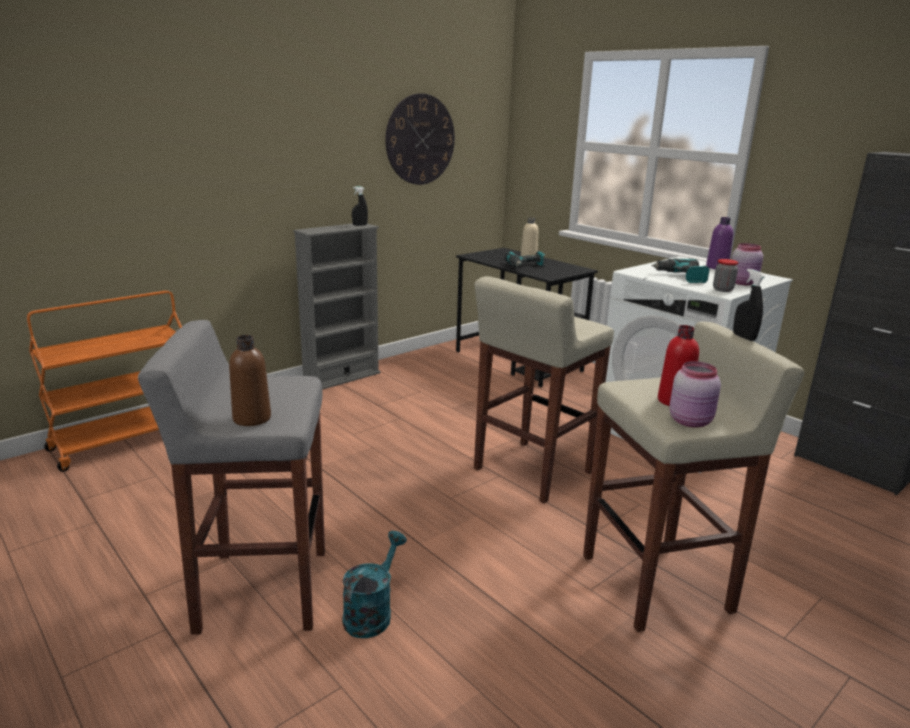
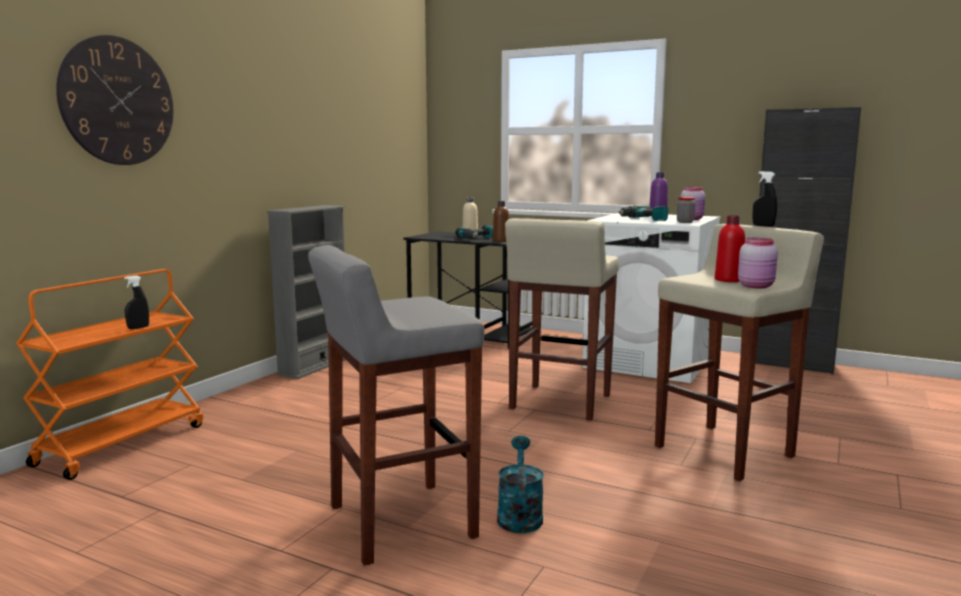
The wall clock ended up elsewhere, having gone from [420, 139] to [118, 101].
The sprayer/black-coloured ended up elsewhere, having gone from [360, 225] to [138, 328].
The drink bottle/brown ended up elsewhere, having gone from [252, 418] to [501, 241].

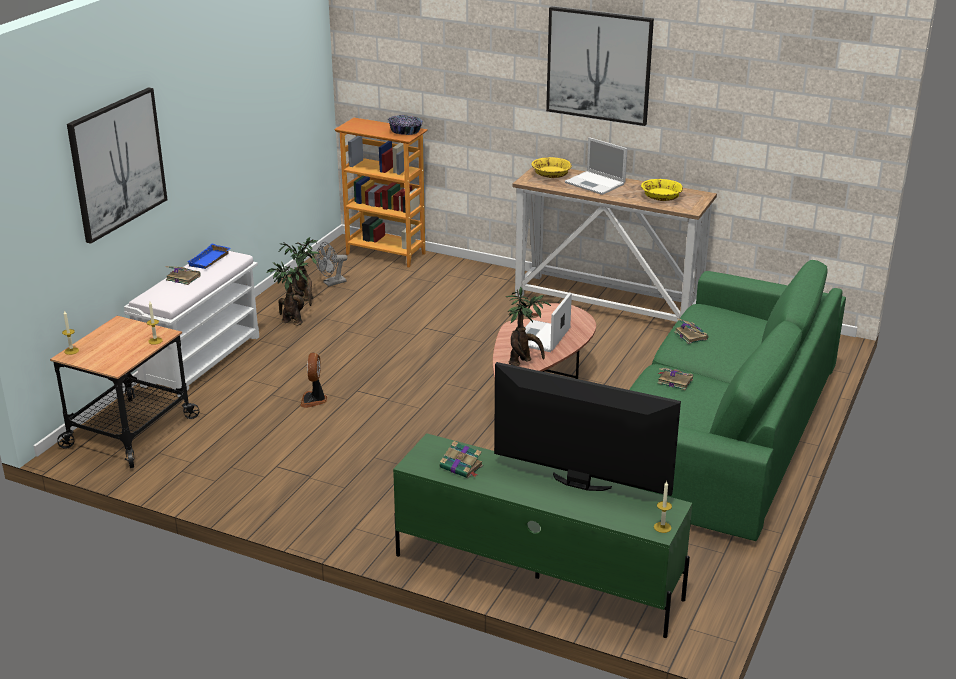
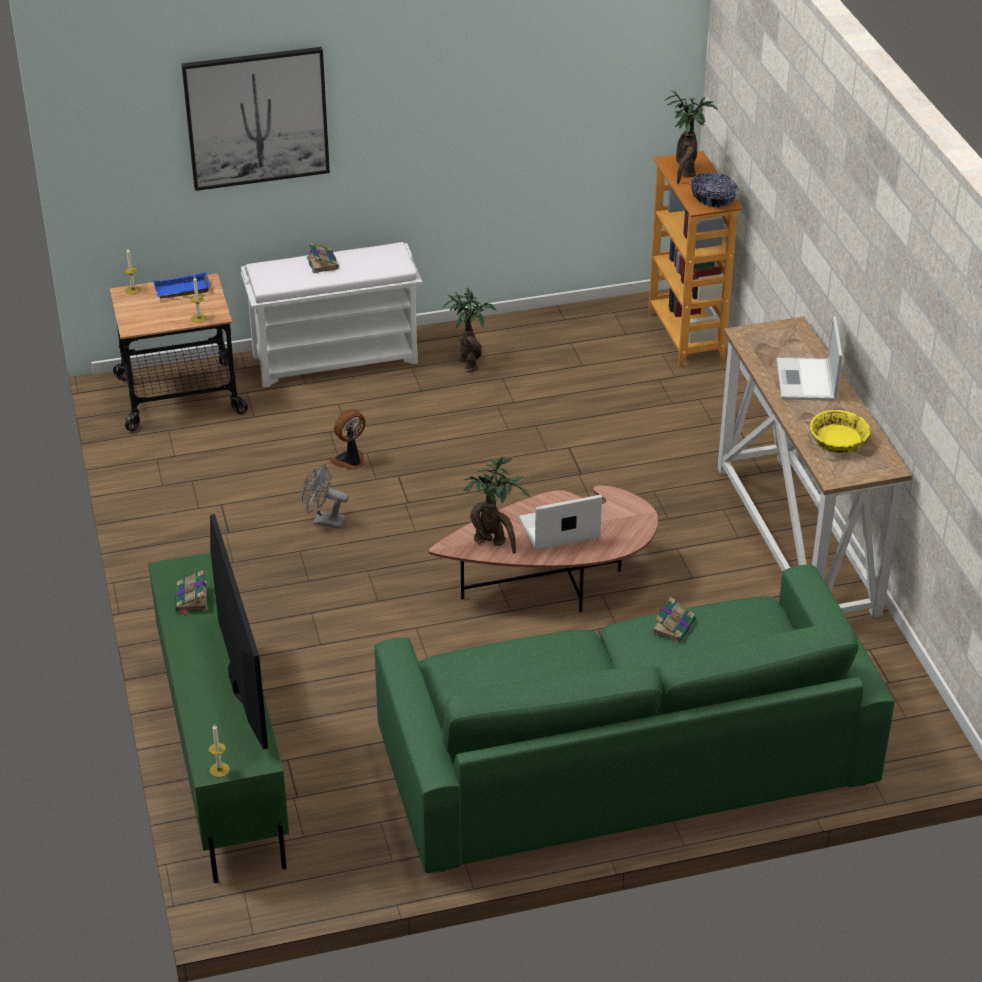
The tray/blue ended up elsewhere, having gone from [210, 260] to [182, 291].
The cooling fan/grey ended up elsewhere, having gone from [331, 283] to [324, 521].
The potted plant ended up elsewhere, having gone from [304, 299] to [685, 173].
The second view lost the deep dish/yellow at [551, 174].
The second view lost the wall picture at [599, 65].
The second view lost the book at [674, 381].

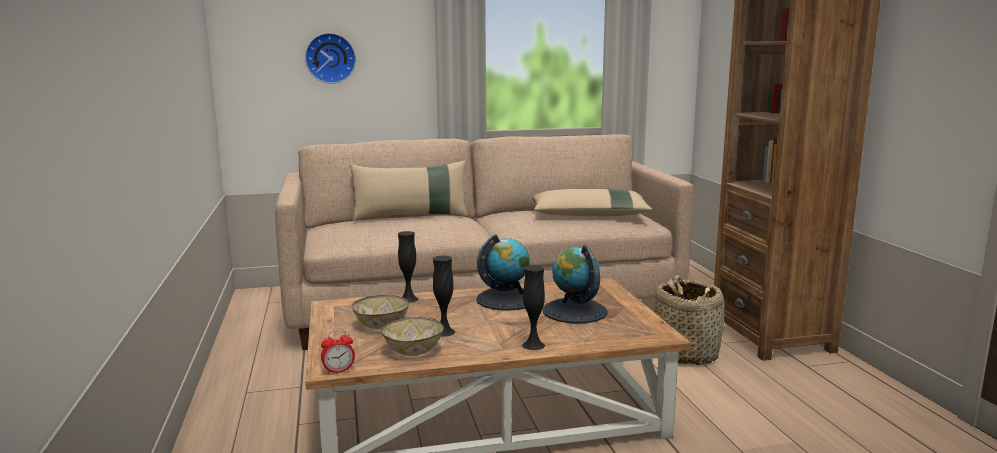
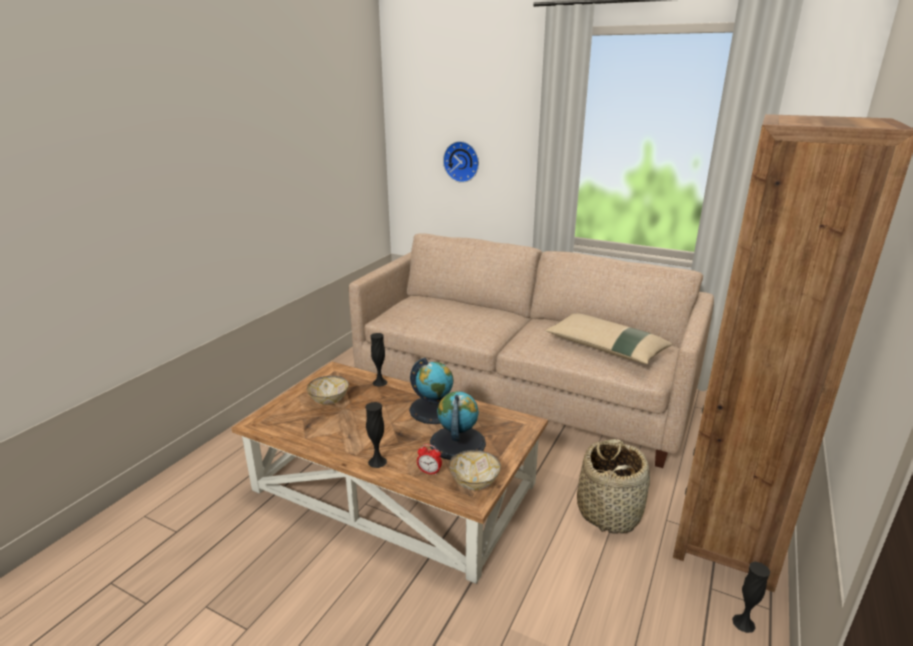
The alarm clock ended up elsewhere, having gone from [338, 371] to [429, 472].
The deep dish ended up elsewhere, having gone from [412, 351] to [474, 482].
The flower vase/black-coloured ended up elsewhere, having gone from [444, 332] to [743, 623].
The second view lost the cushion/sand-coloured at [411, 217].

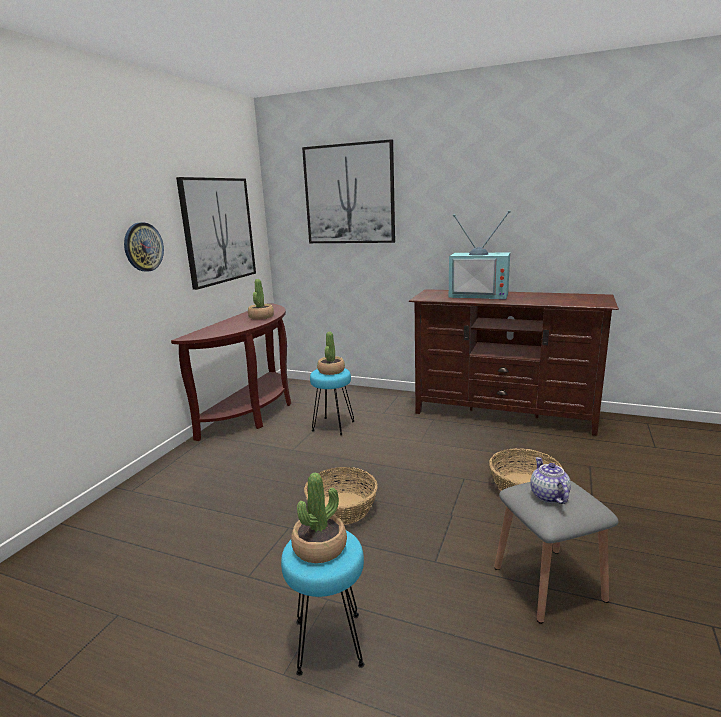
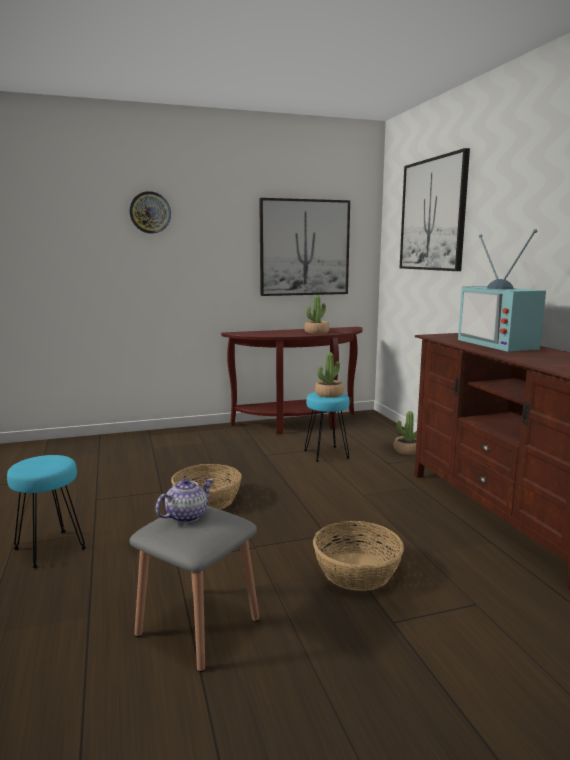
The wall clock ended up elsewhere, having gone from [143, 247] to [150, 212].
The potted plant ended up elsewhere, having gone from [320, 547] to [407, 451].

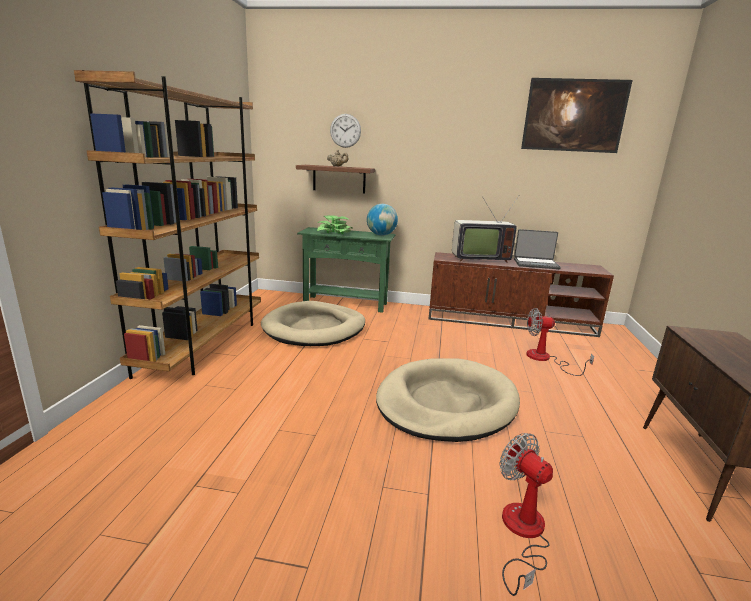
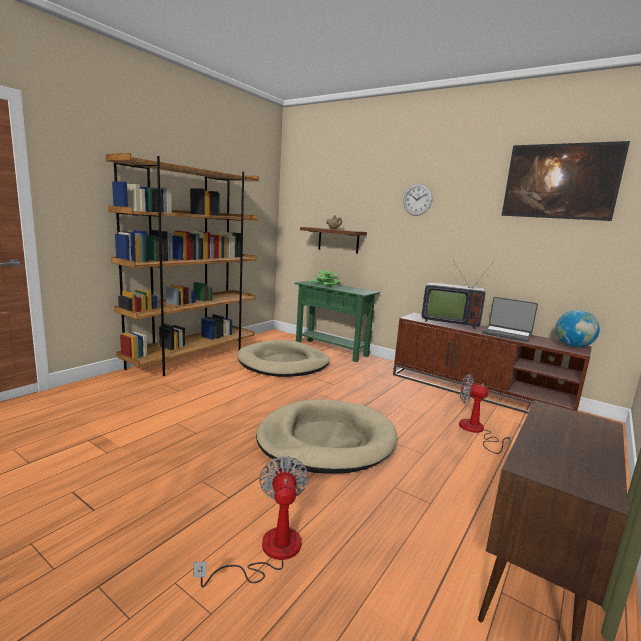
The wall clock ended up elsewhere, having gone from [345, 130] to [417, 200].
The desk globe ended up elsewhere, having gone from [381, 235] to [573, 346].

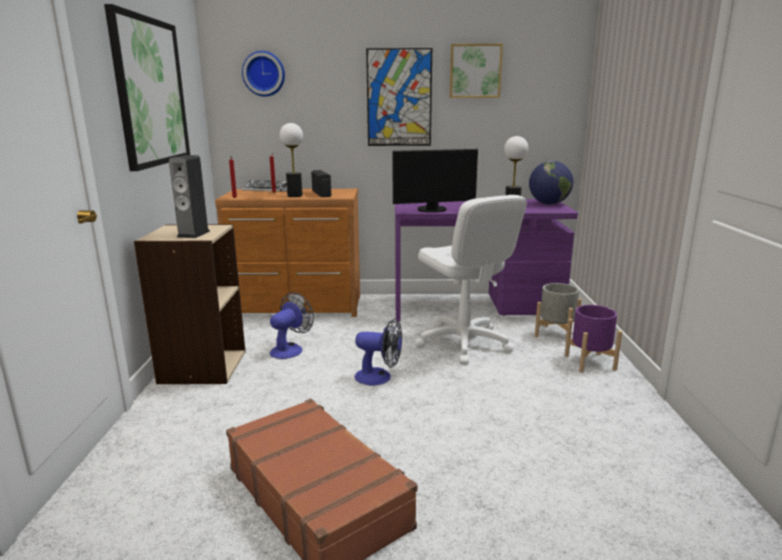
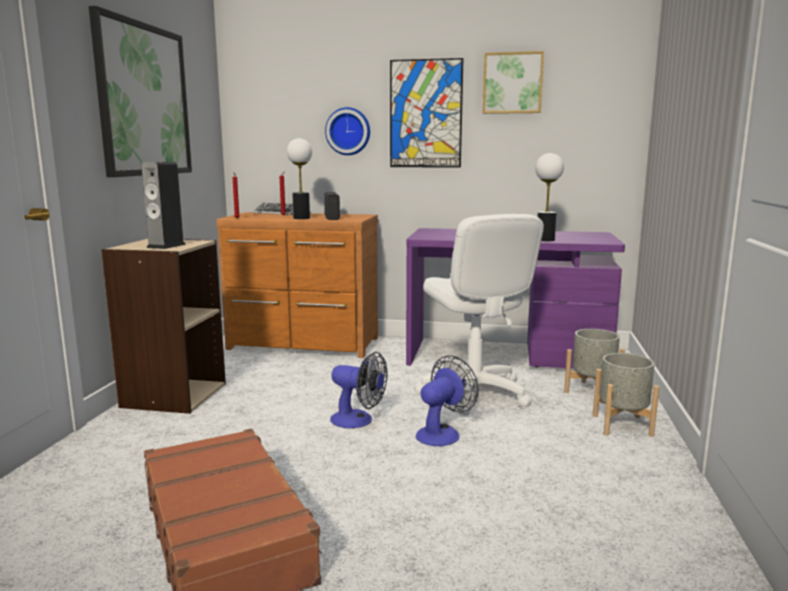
The wall clock ended up elsewhere, having gone from [264, 74] to [348, 131].
The cooling fan ended up elsewhere, having gone from [290, 349] to [442, 433].
What was the plant pot/purplish at [590, 362] turned into the plant pot/grey at [622, 425].
The second view lost the computer display at [433, 210].
The second view lost the desk globe at [549, 204].

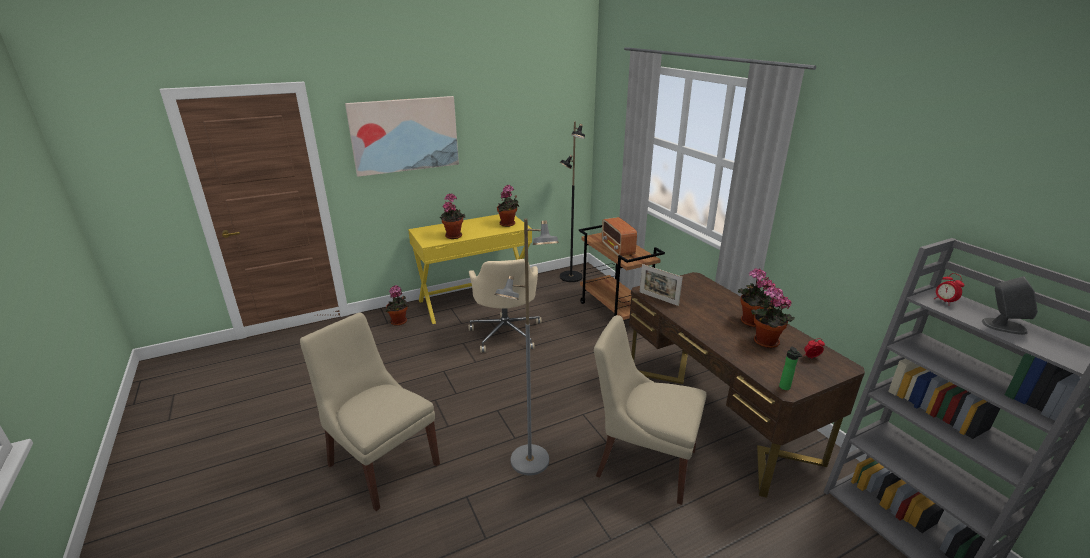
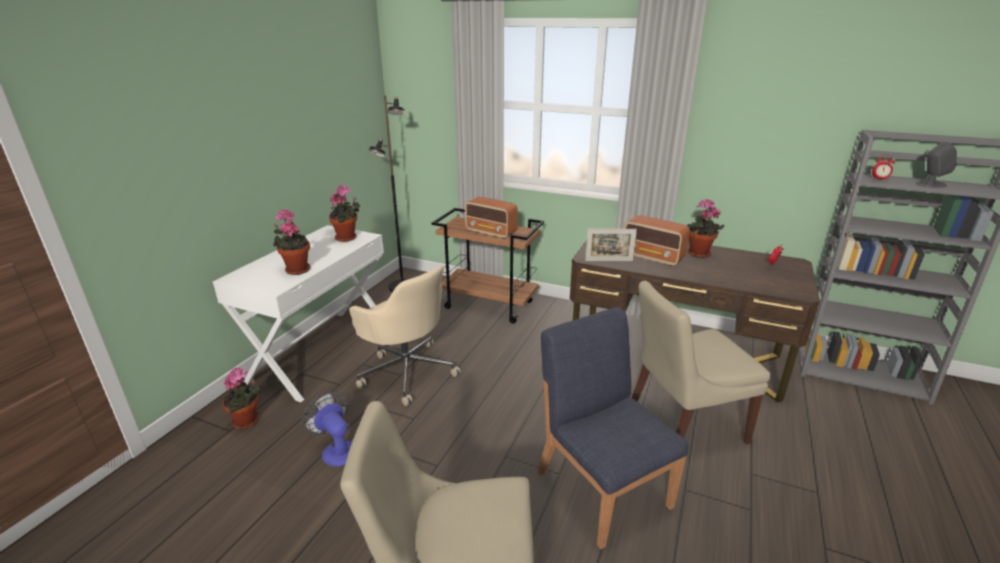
What was the desk table/yellow at [474, 300] turned into the desk table/whitish at [322, 351].
The second view gained the cooling fan at [336, 449].
Where the floor lamp/grey stood at [530, 461], the plain chair/blue came to stand at [602, 487].
The second view gained the radio at [653, 257].
The second view lost the wall picture at [405, 135].
The second view lost the potted plant at [764, 343].
The second view lost the drink bottle at [785, 388].

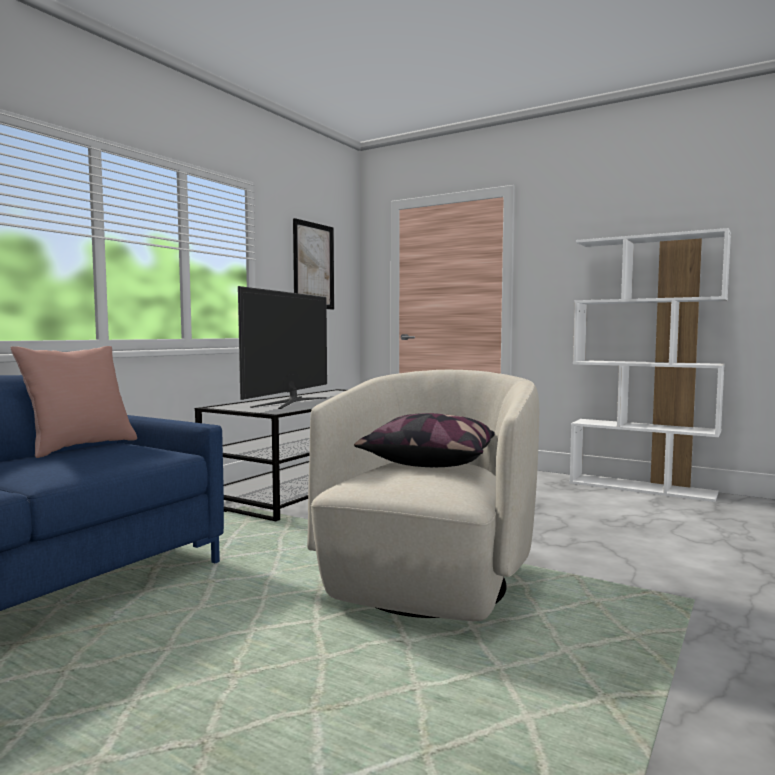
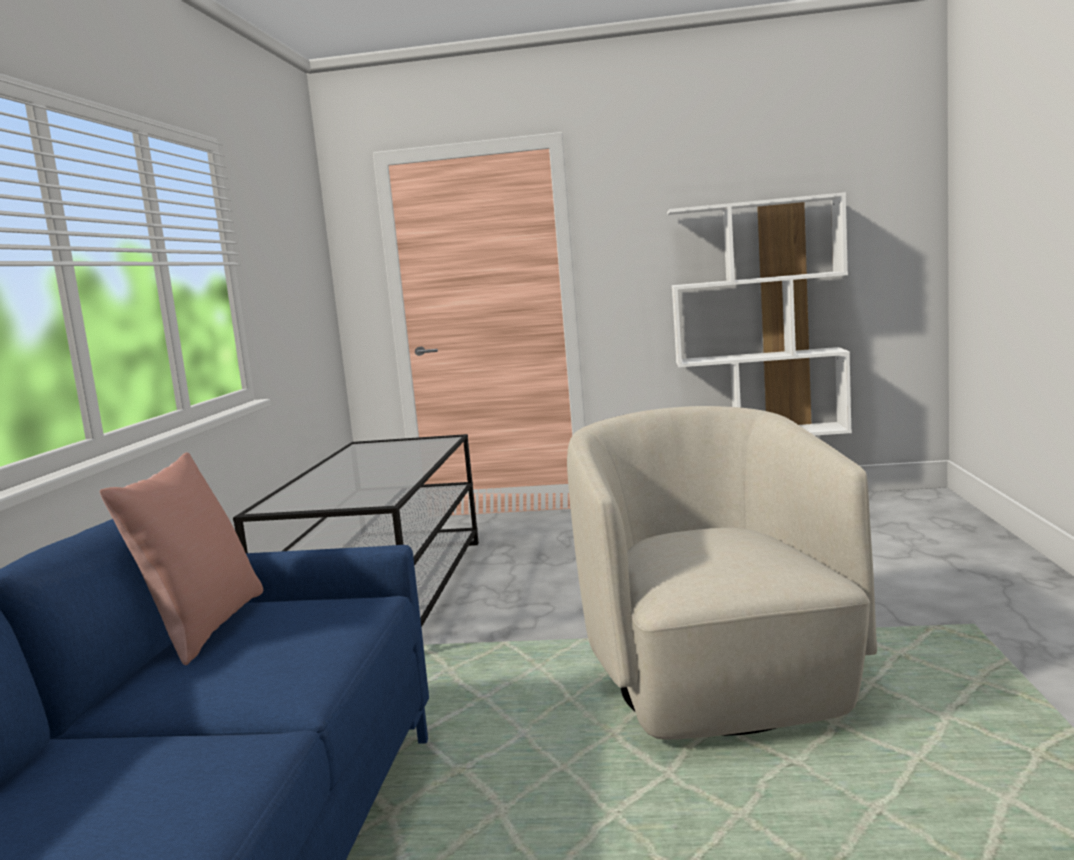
The second view lost the television at [290, 402].
The second view lost the wall picture at [313, 266].
The second view lost the cushion at [430, 461].

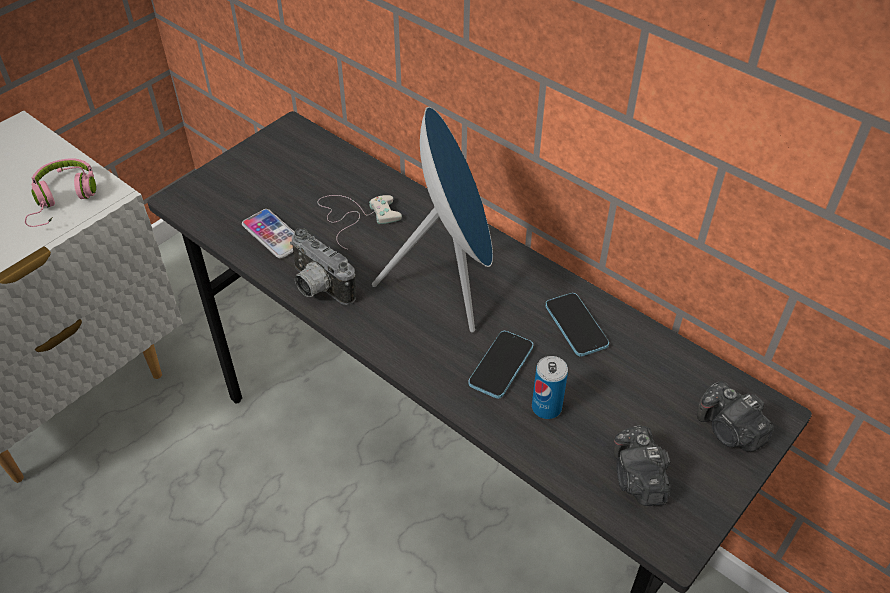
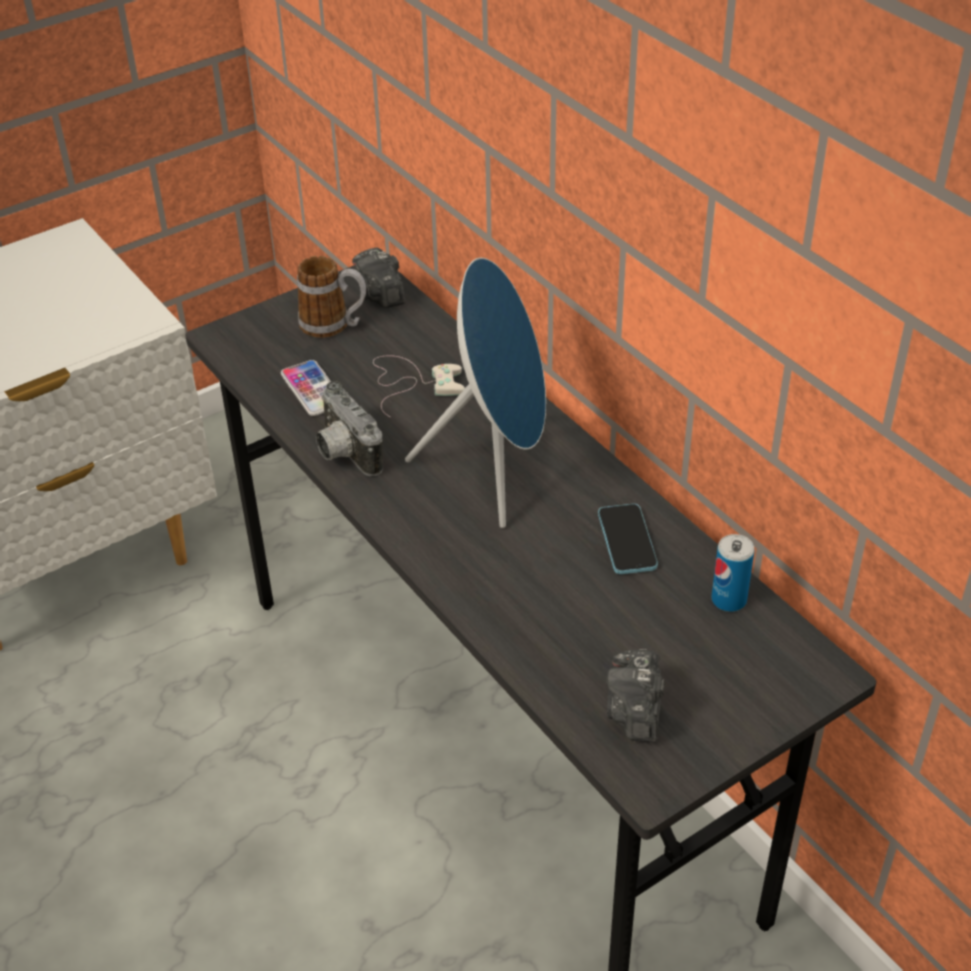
The second view gained the coffee mug at [334, 325].
The still camera ended up elsewhere, having gone from [729, 431] to [380, 294].
The can ended up elsewhere, having gone from [546, 407] to [728, 600].
The second view lost the headset/pink-coloured at [63, 199].
The second view lost the handset at [501, 365].

